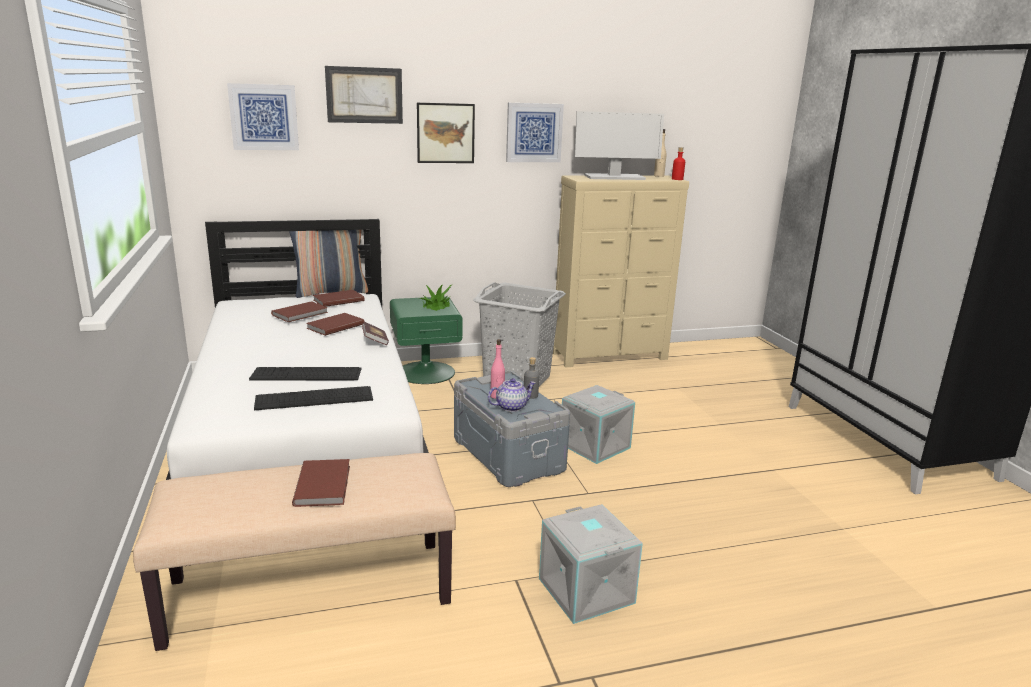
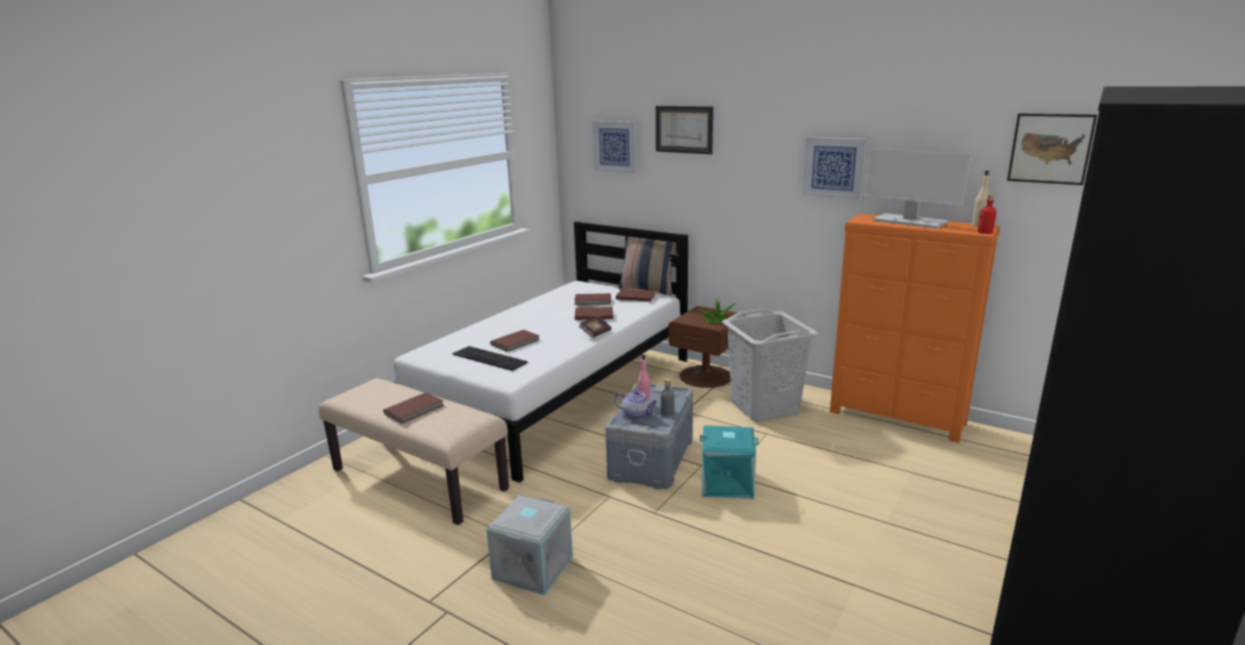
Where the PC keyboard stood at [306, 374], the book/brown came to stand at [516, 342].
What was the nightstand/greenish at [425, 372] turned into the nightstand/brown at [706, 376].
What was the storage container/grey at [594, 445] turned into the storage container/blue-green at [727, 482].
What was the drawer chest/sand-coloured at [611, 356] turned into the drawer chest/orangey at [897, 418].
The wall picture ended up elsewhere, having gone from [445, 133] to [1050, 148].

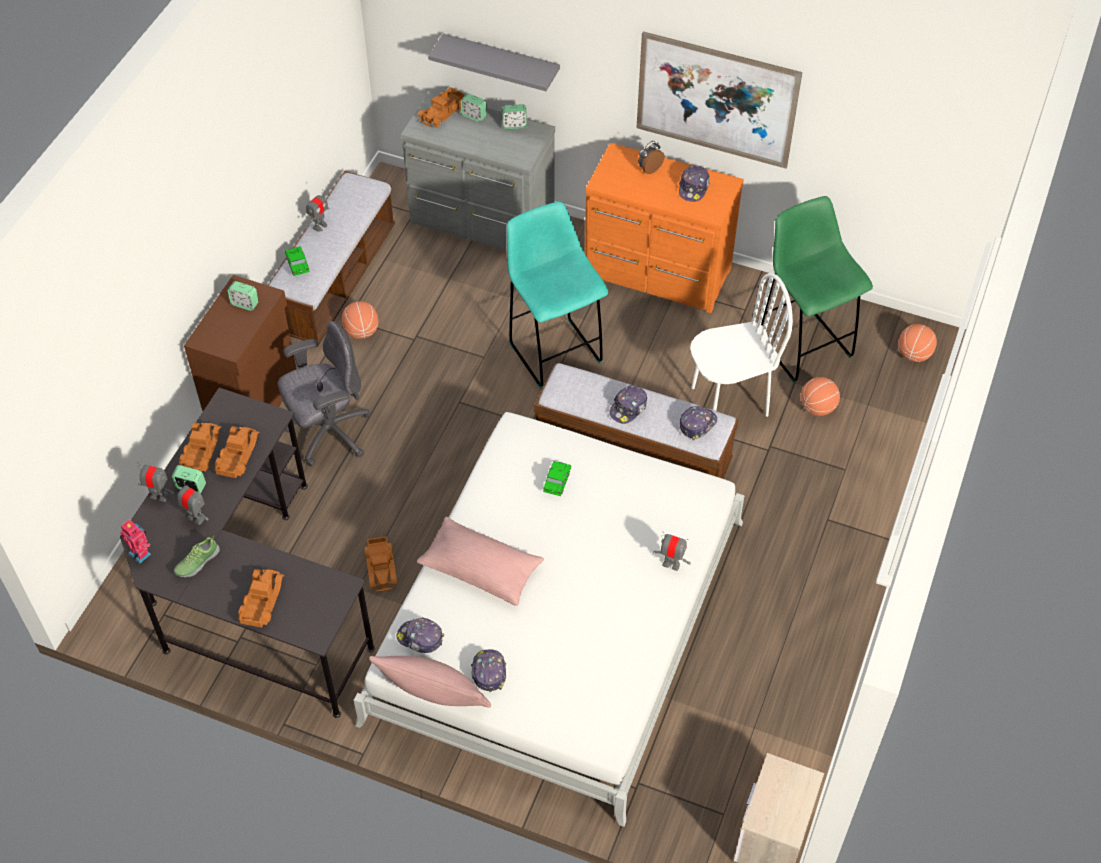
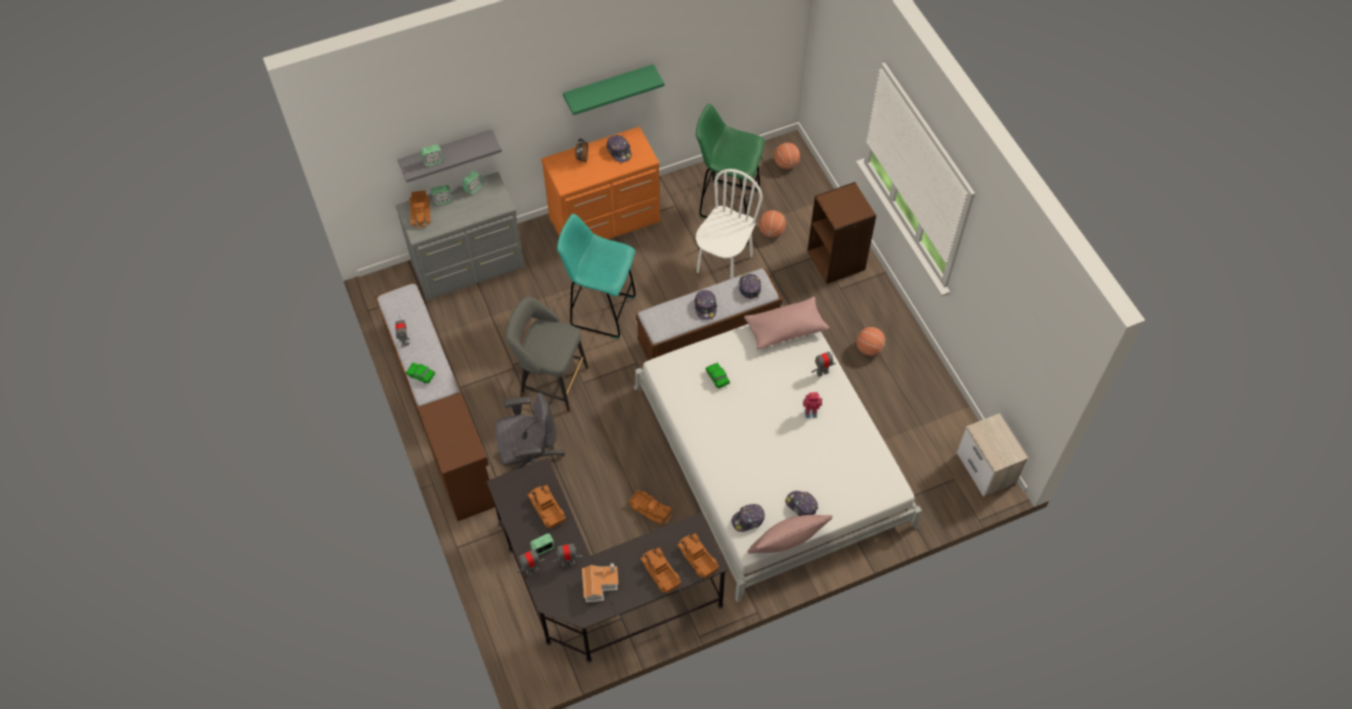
The alarm clock ended up elsewhere, having gone from [245, 304] to [433, 161].
The computer chair/grey at [328, 433] ended up facing another way, 60 degrees clockwise from before.
The second view gained the stool/grey at [550, 380].
Where the wall picture hung at [716, 100], the shelf/greenish came to hang at [609, 88].
Where the shoe stood at [197, 562], the model house came to stand at [599, 584].
The model truck ended up elsewhere, having gone from [200, 451] to [697, 558].
The cushion/pink-coloured ended up elsewhere, having gone from [481, 569] to [785, 329].
The model robot ended up elsewhere, having gone from [141, 553] to [810, 412].
The second view gained the bookshelf/brown at [836, 260].
The basketball ended up elsewhere, having gone from [361, 332] to [869, 348].

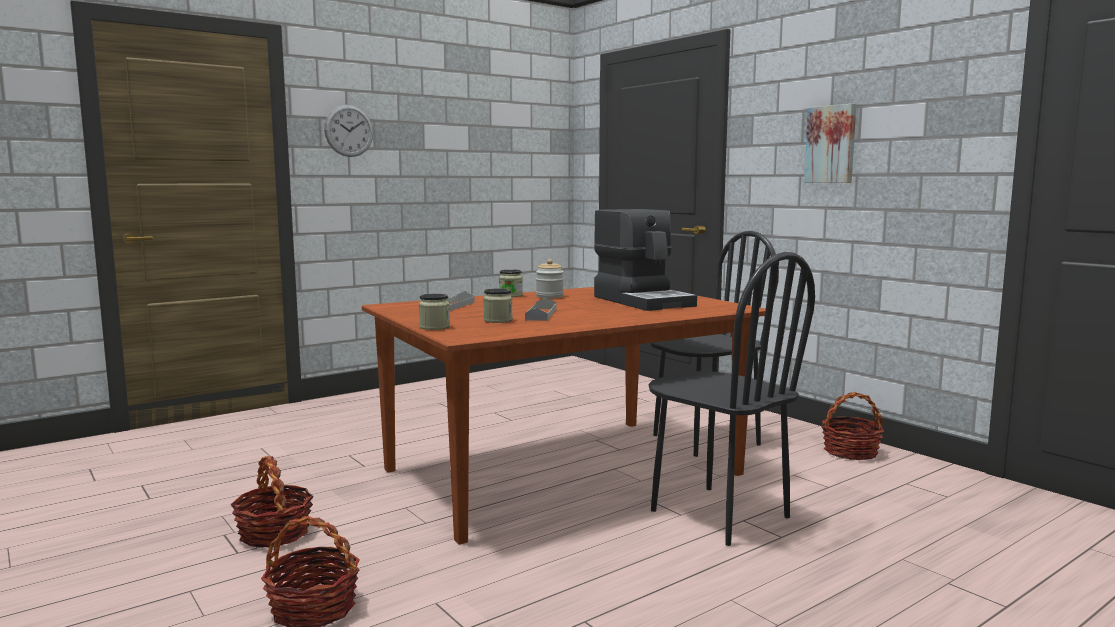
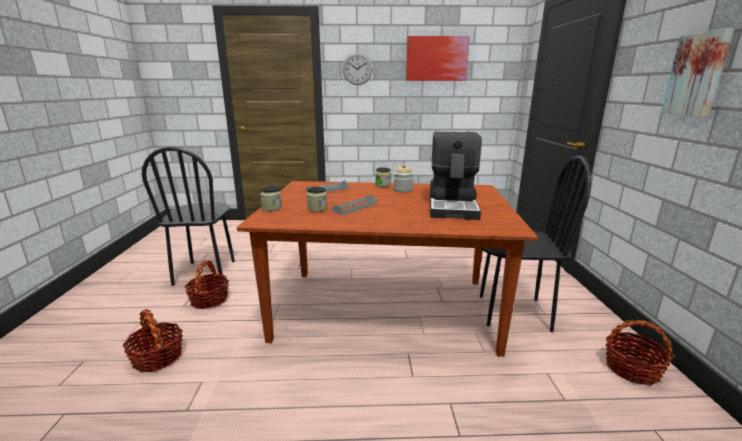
The plain chair/black-coloured ended up elsewhere, having gone from [718, 514] to [205, 272].
The second view gained the wall picture at [436, 59].

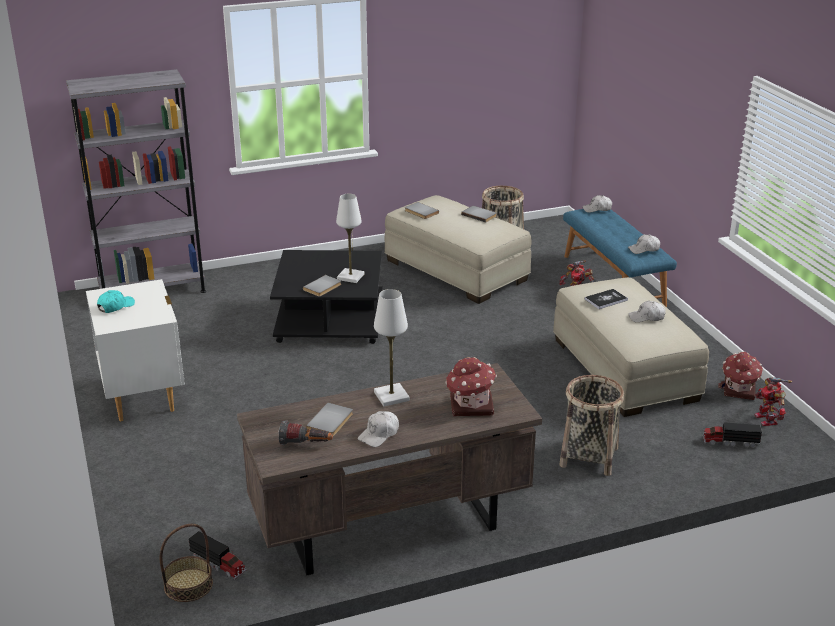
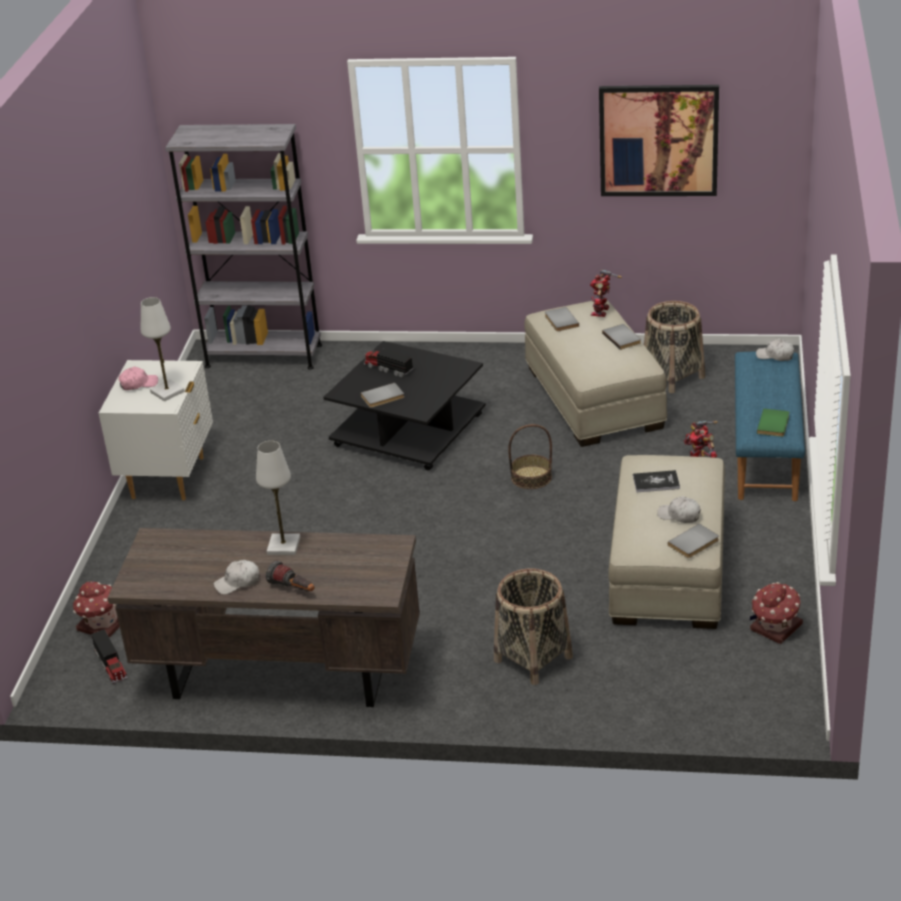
The model house ended up elsewhere, having gone from [470, 406] to [101, 624].
What was the baseball cap/blue-green at [115, 306] turned into the baseball cap/pink-coloured at [138, 384].
The lamp for a table/whitish ended up elsewhere, having gone from [350, 277] to [167, 392].
The flashlight ended up elsewhere, having gone from [306, 444] to [293, 589].
The model truck ended up elsewhere, having gone from [730, 442] to [388, 368].
The household basket ended up elsewhere, having gone from [188, 585] to [531, 477].
The model robot ended up elsewhere, having gone from [767, 419] to [602, 311].
The second view gained the wall picture at [658, 140].
The book/grey ended up elsewhere, having gone from [331, 422] to [694, 543].
Where the baseball cap/whitish stood at [644, 249], the book/greenish came to stand at [774, 424].

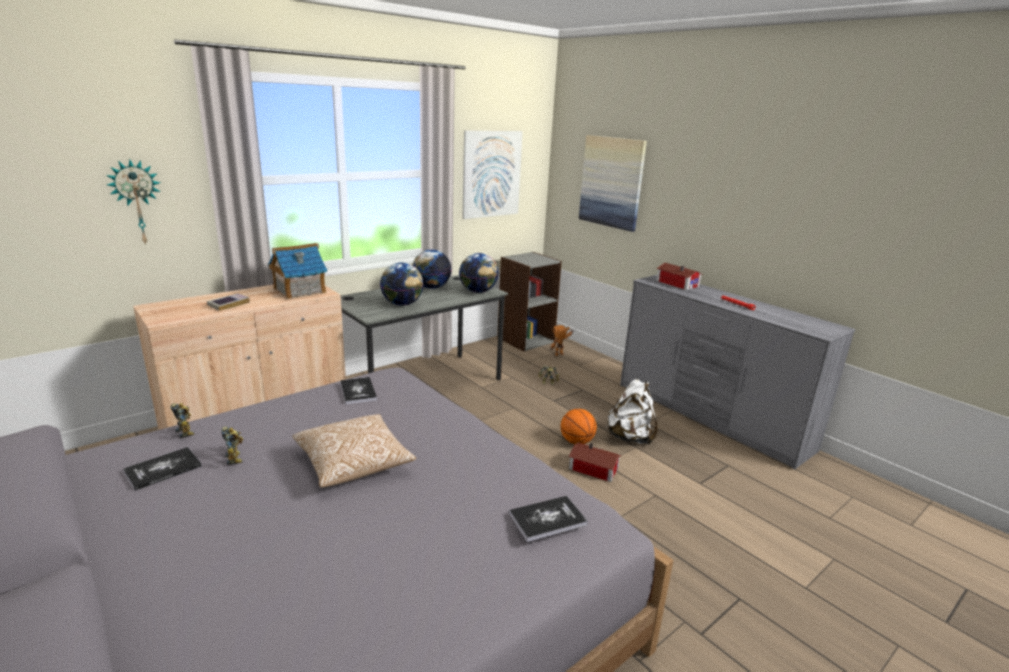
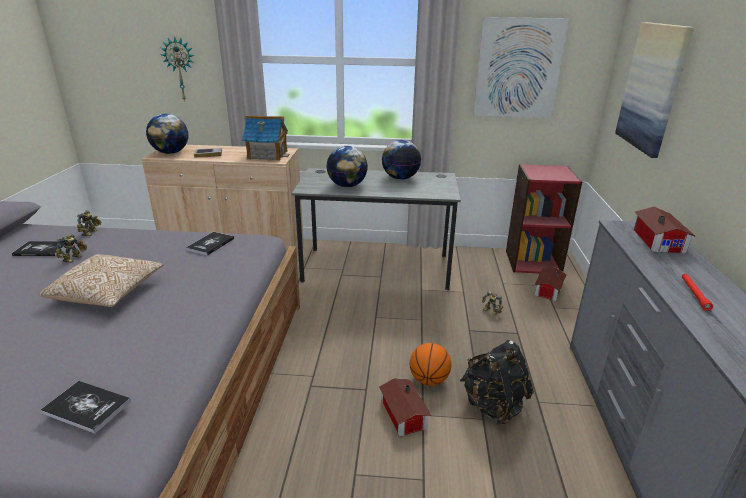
The desk globe ended up elsewhere, having gone from [478, 291] to [170, 153].
What was the rucksack/whitish at [630, 437] turned into the rucksack/black-coloured at [493, 406].
What was the bookshelf/grey at [525, 339] turned into the bookshelf/red at [532, 262].
Where the model robot stood at [560, 355], the model house came to stand at [547, 290].

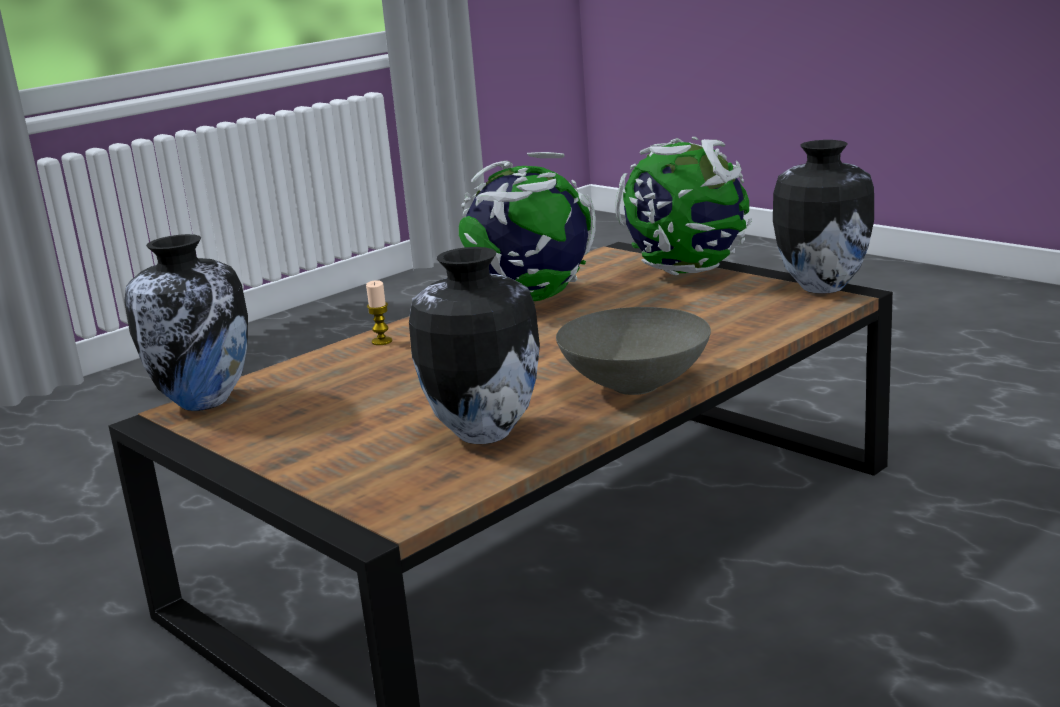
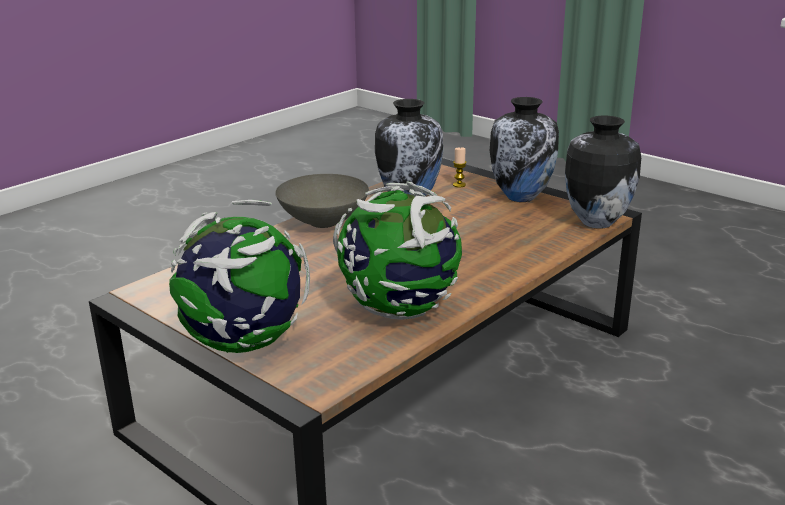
The wax light ended up elsewhere, having gone from [382, 341] to [459, 185].
The flower vase ended up elsewhere, having gone from [821, 287] to [521, 197].

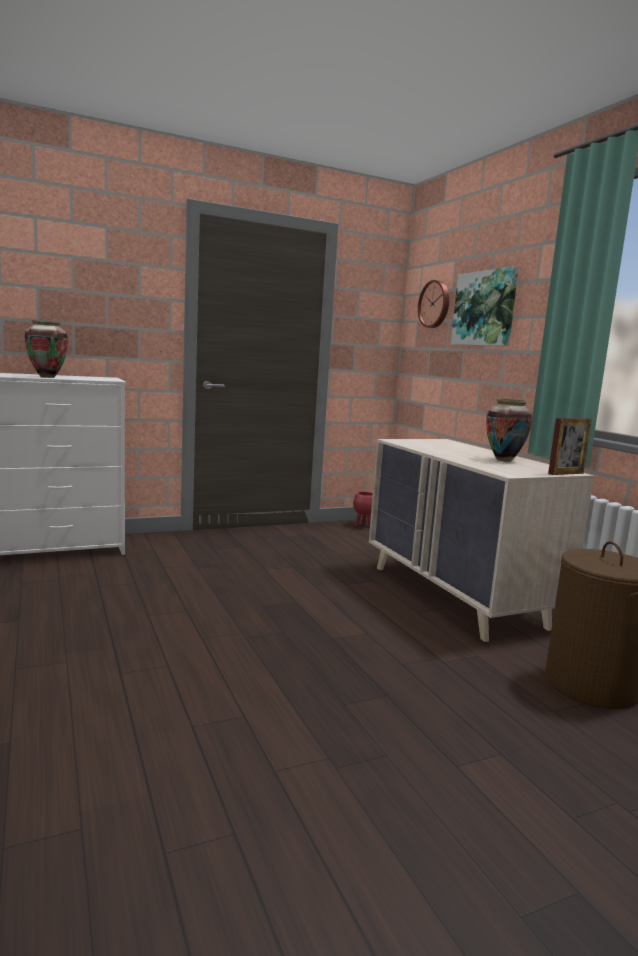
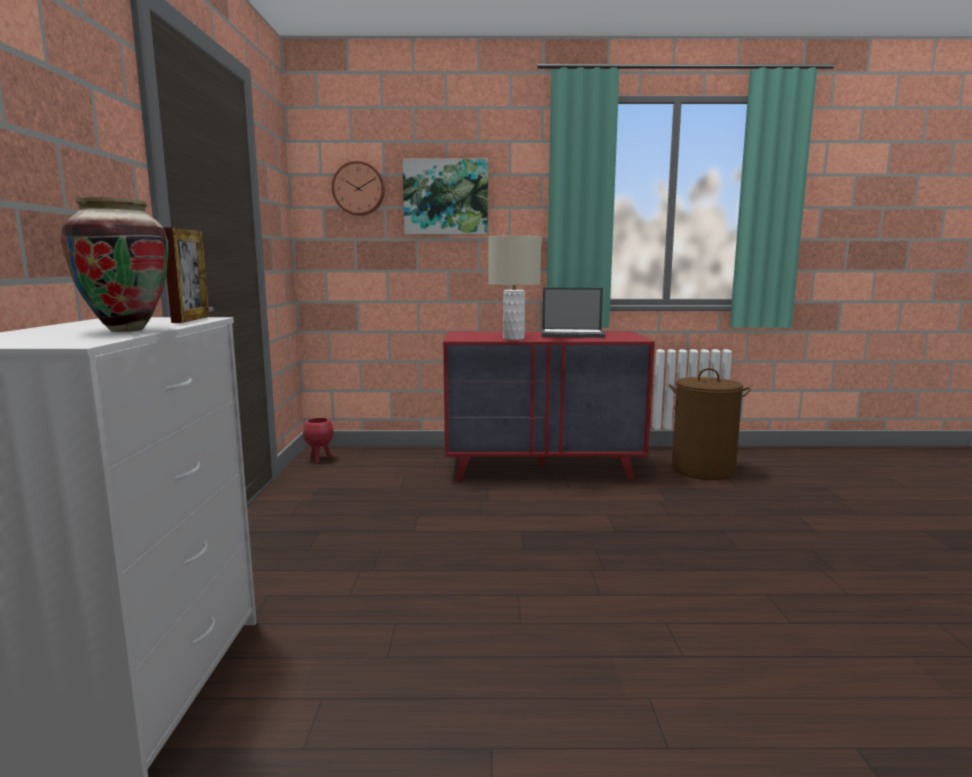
The photo frame ended up elsewhere, having gone from [566, 473] to [191, 319].
What was the drawer chest/sand-coloured at [456, 596] turned into the drawer chest/red at [542, 468].
The second view gained the lamp for a table/sand-coloured at [514, 338].
Where the flower vase stood at [503, 460], the portable computer came to stand at [573, 334].

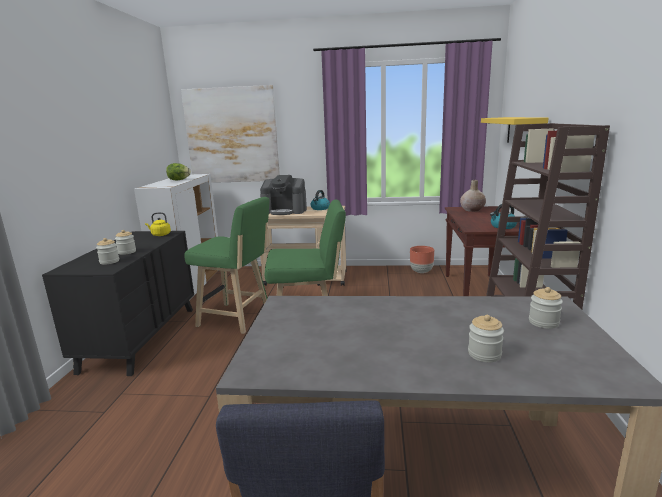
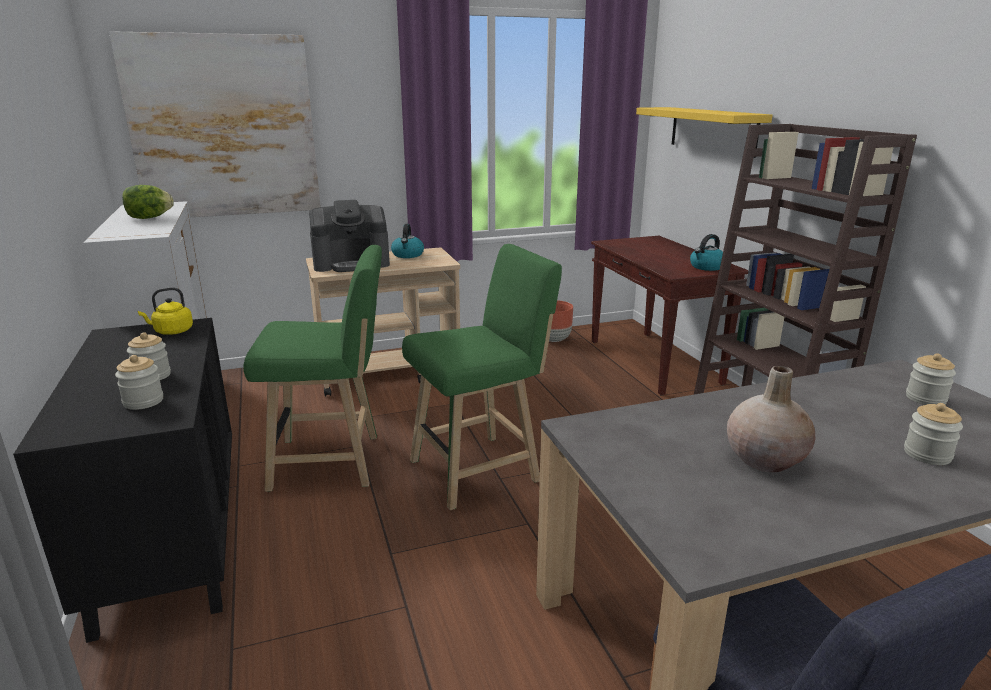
The flower vase/sand-coloured ended up elsewhere, having gone from [472, 210] to [765, 459].

